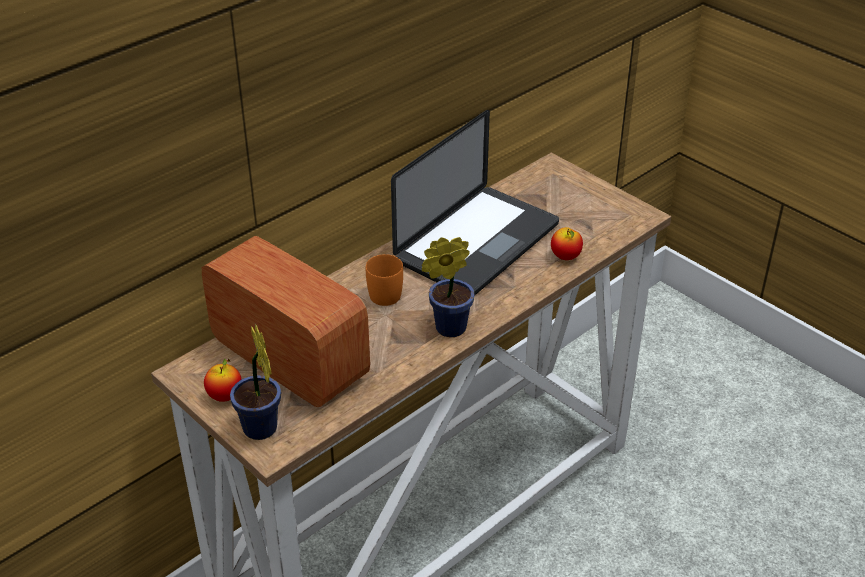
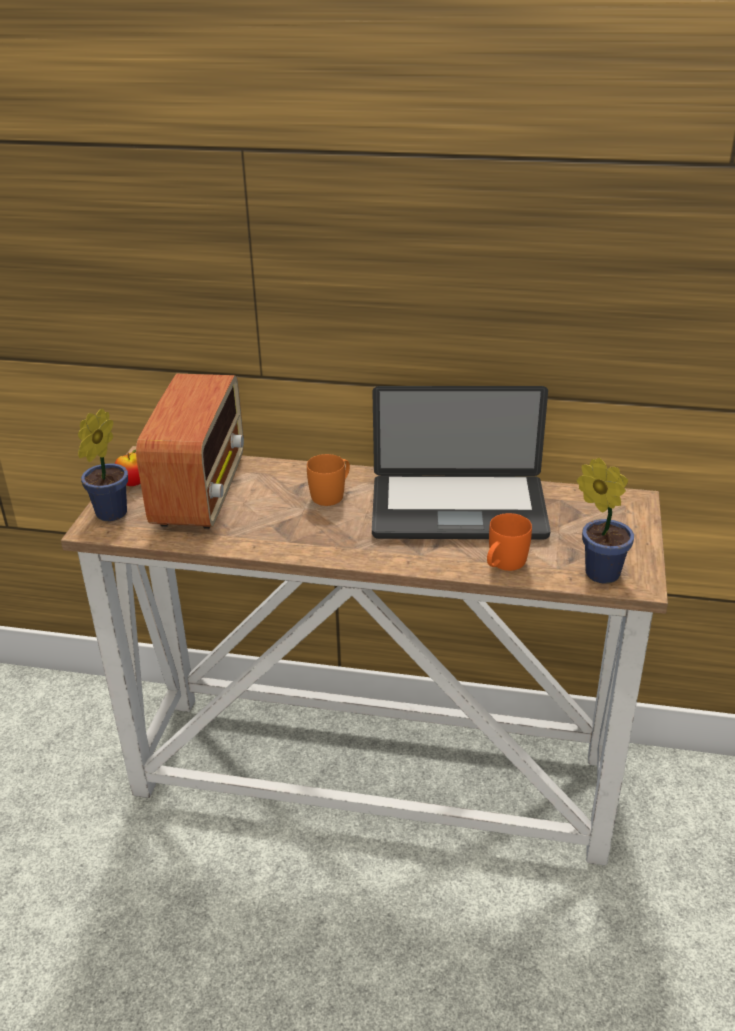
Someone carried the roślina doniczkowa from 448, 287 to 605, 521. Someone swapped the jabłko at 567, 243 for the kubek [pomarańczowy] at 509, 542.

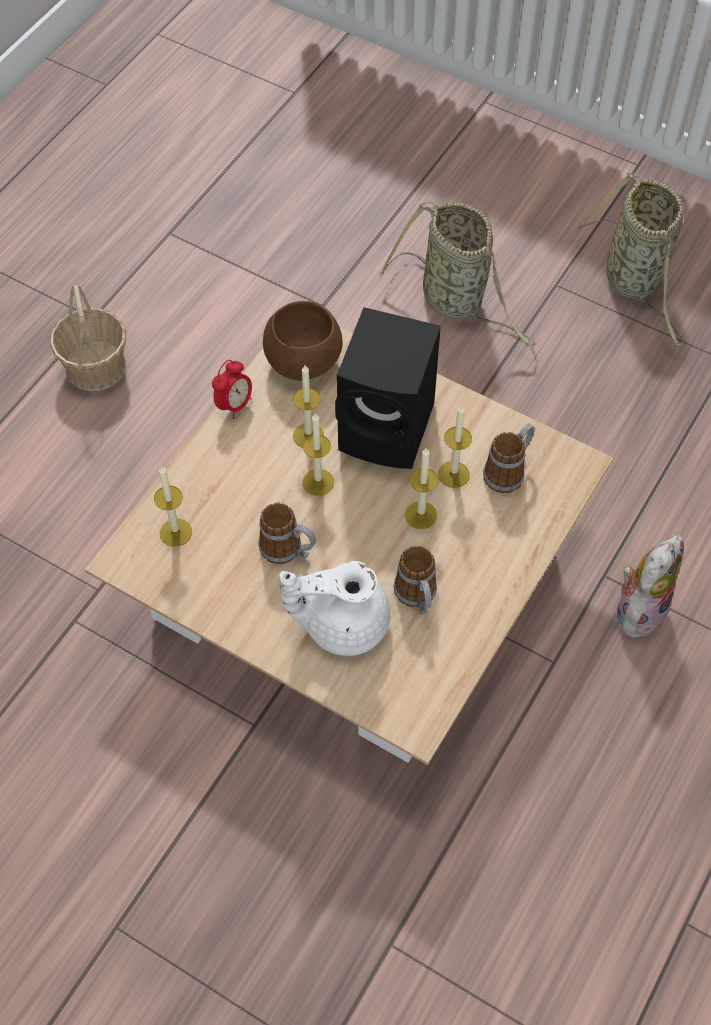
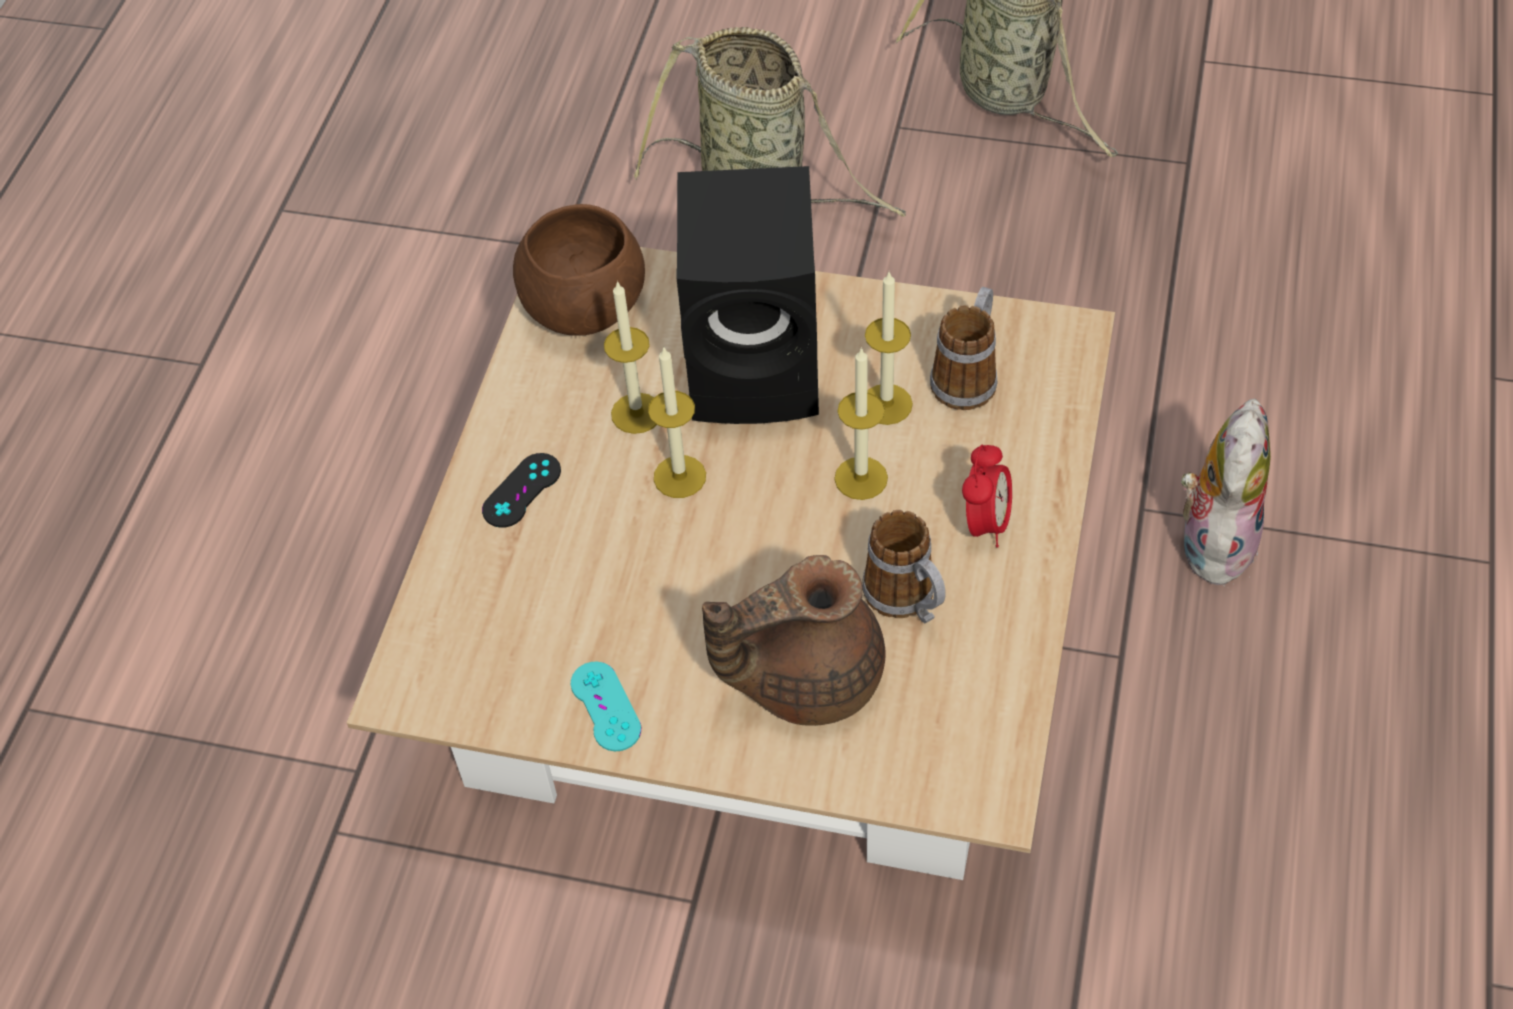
Someone took away the koszyk at 88, 338. Someone took away the świeca at 173, 506. Someone carried the budzik from 232, 389 to 987, 496. Someone took away the kubek at 287, 533. Someone repainted the imbryk [biały] at 334, 608, which became the imbryk [brązowy] at 794, 640. Someone put down the pad do gier [czarny] at 521, 490. Someone put down the pad do gier [turkusowy] at 606, 706.

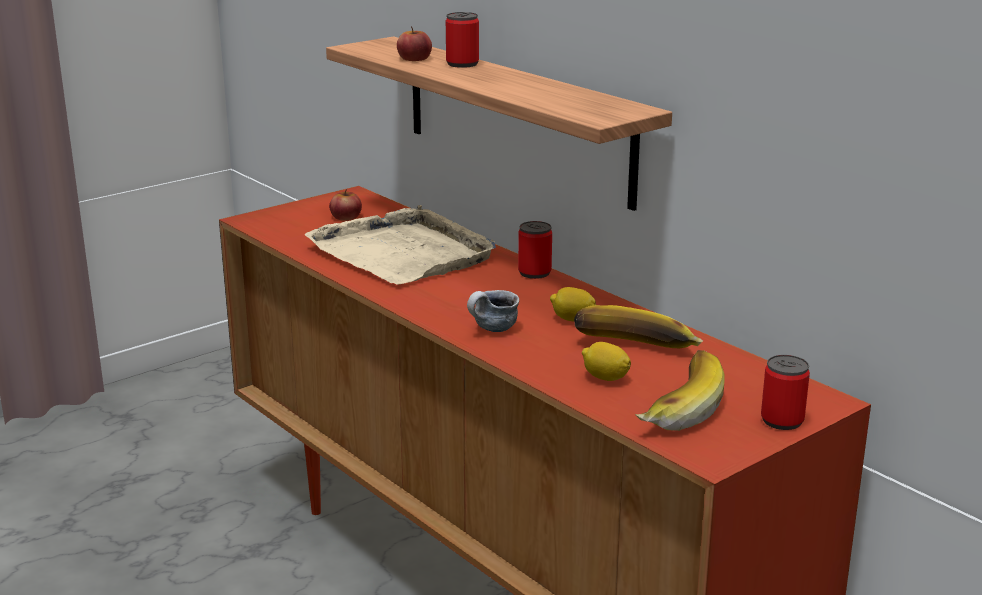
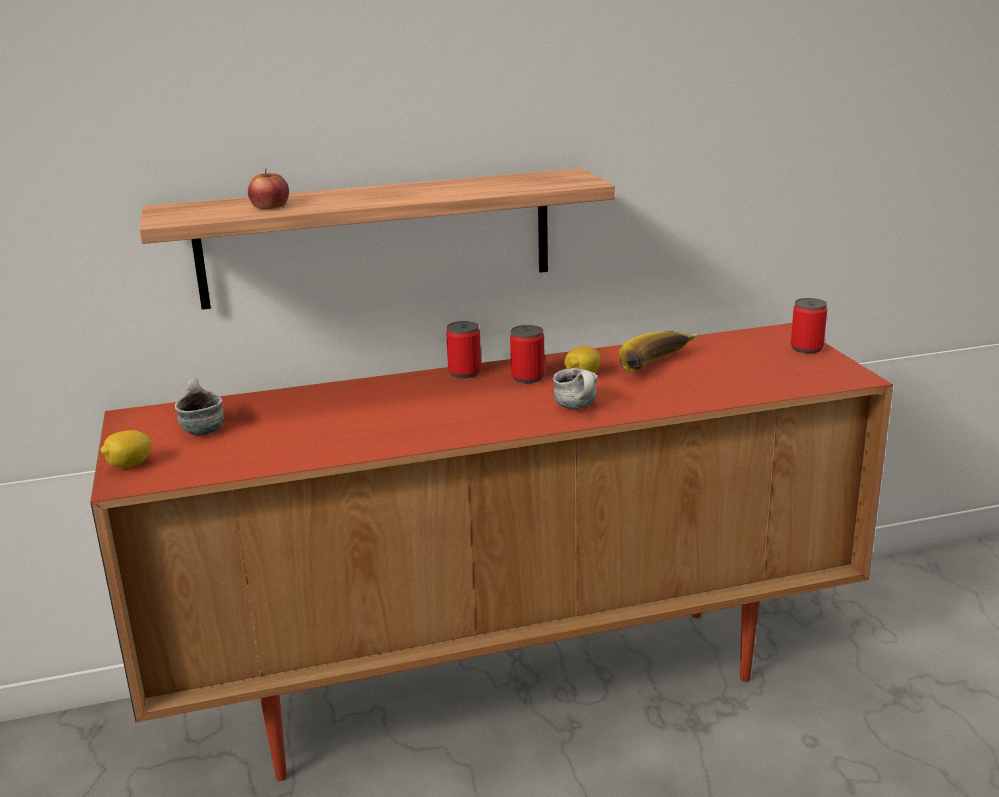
Someone took away the taca [beżowy] at 400, 245. Someone swapped the jabłko at 345, 205 for the kubek at 199, 406. Someone carried the puszka from 462, 40 to 527, 354. Someone carried the cytryna from 606, 361 to 126, 449. Someone took away the banan at 680, 390.

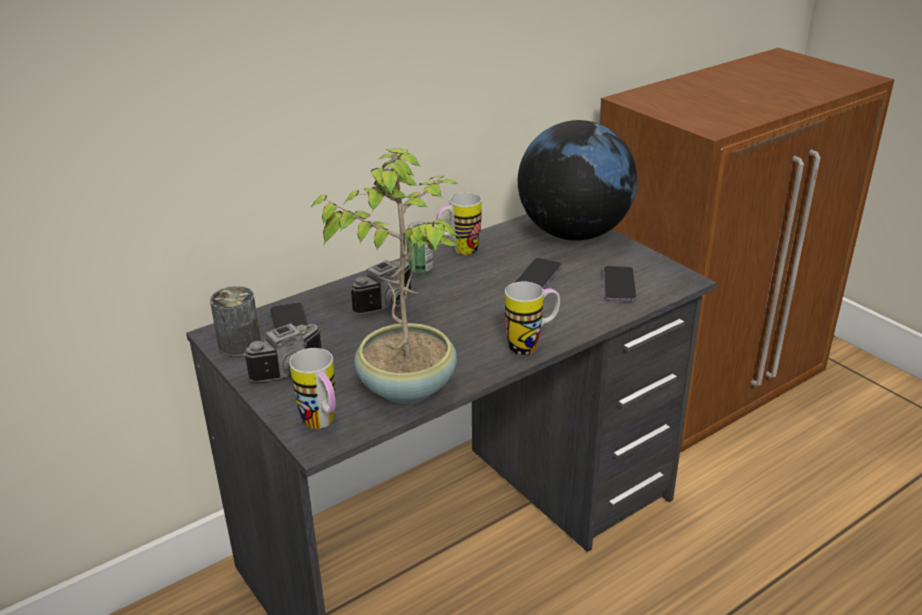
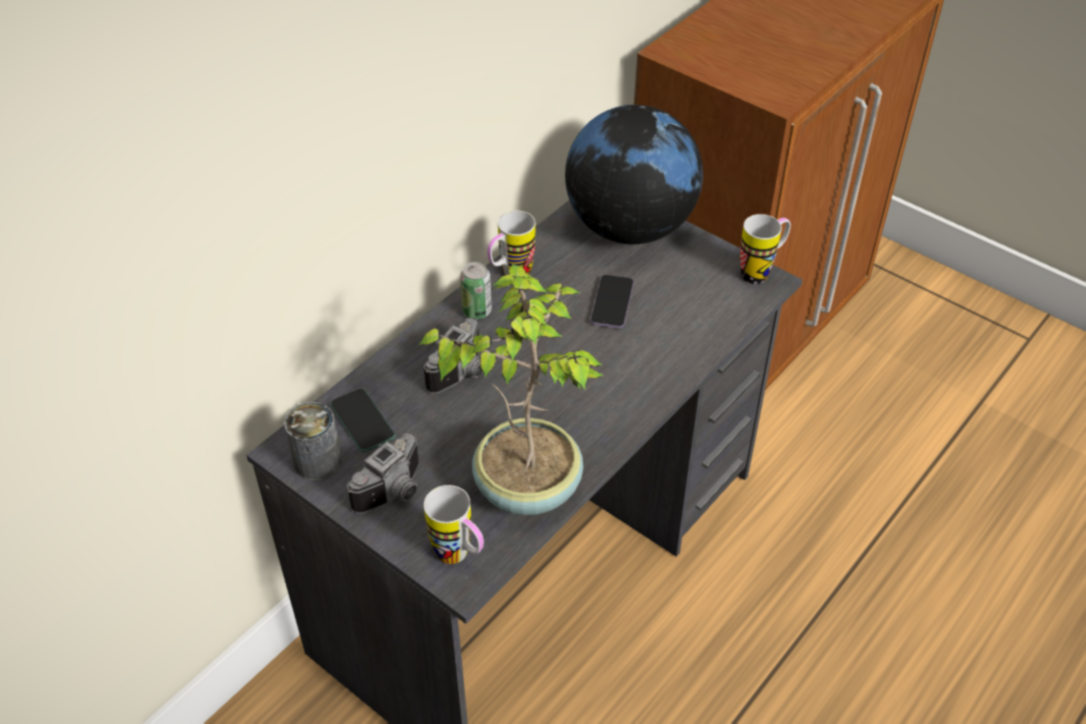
Someone carried the kubek from 532, 318 to 765, 249. Someone took away the telefon at 620, 283.

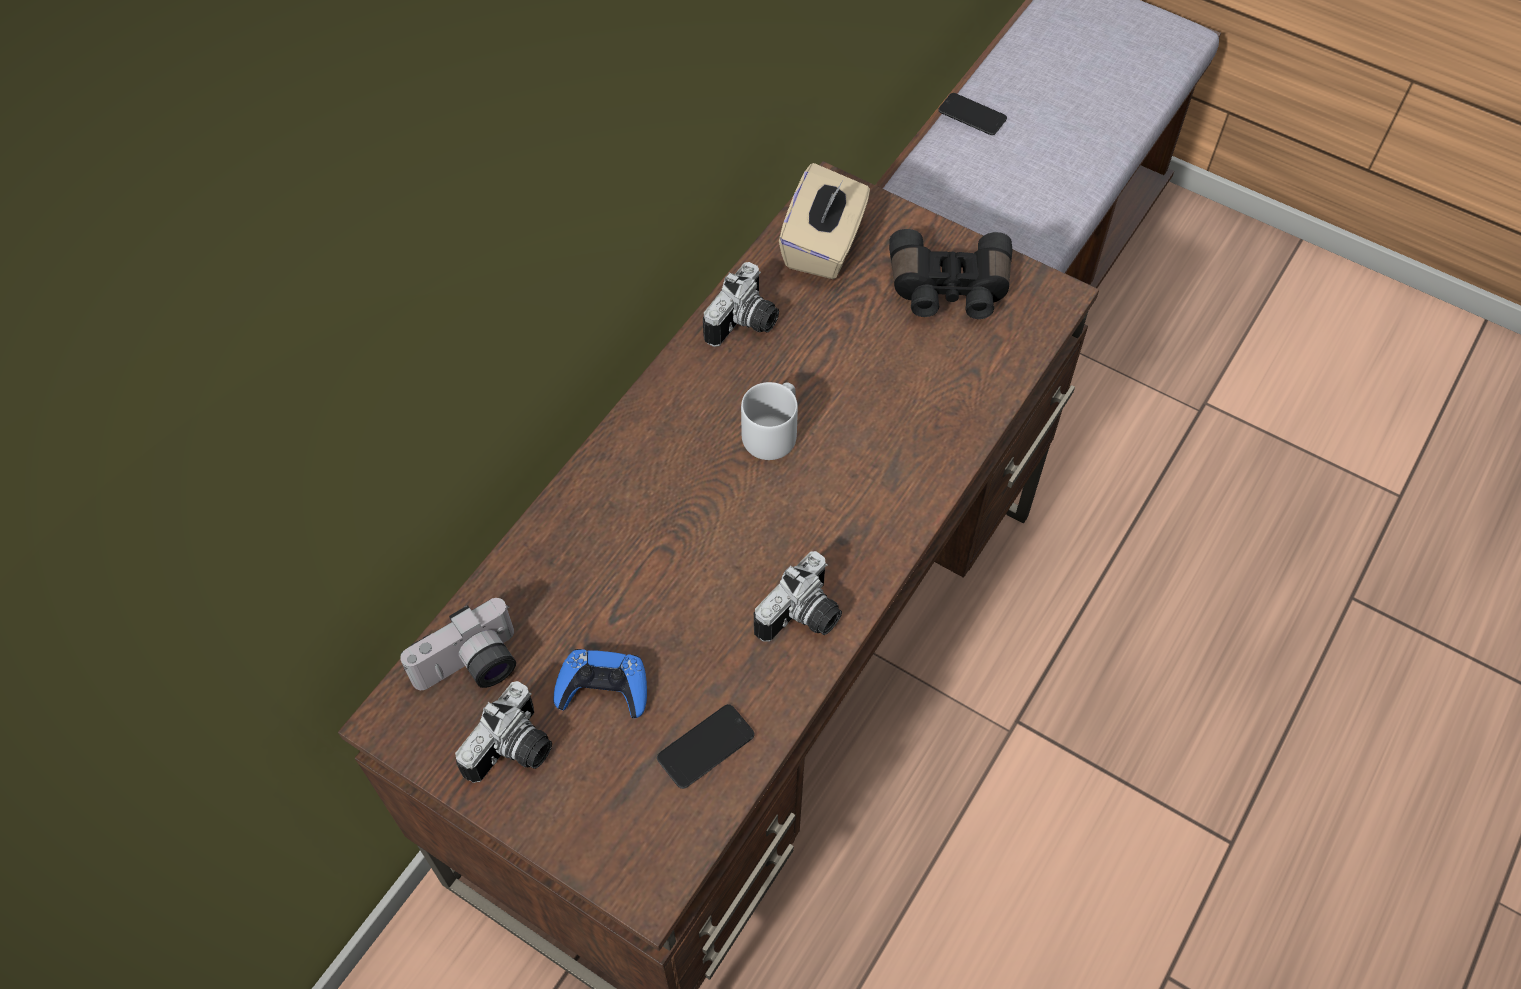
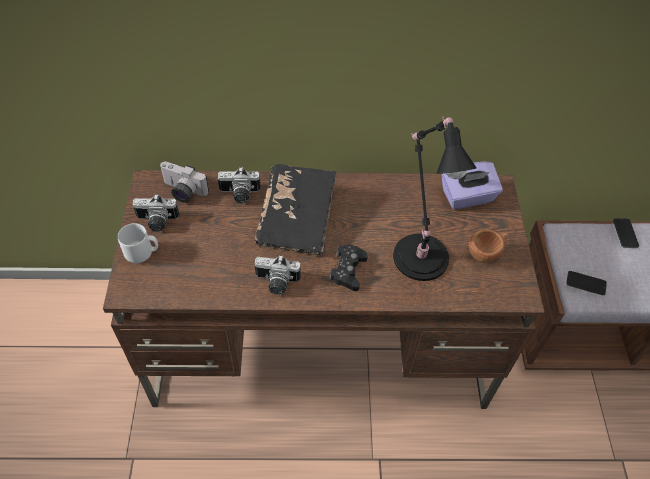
Someone took away the pad do gier [niebieski] at 600, 683. Someone carried the telefon from 706, 746 to 587, 283. Someone carried the aparat fotograficzny from 741, 304 to 239, 185. Someone carried the kubek [szary] from 769, 421 to 137, 243. Someone repainted the pudełko chusteczek [beżowy] at 824, 221, which became the pudełko chusteczek [fioletowy] at 472, 185. Someone swapped the lornetka [czarny] at 950, 274 for the filiżanka [brązowy] at 489, 246. Someone put down the książka [czarny] at 295, 209. Someone put down the pad do gier [czarny] at 348, 267. Someone put down the lampa stołowa [czarny] at 434, 198.

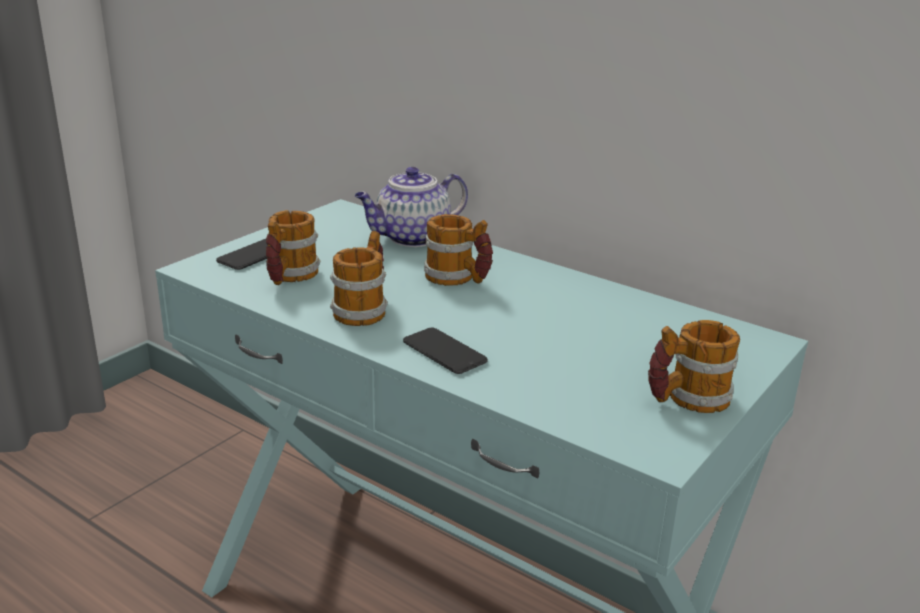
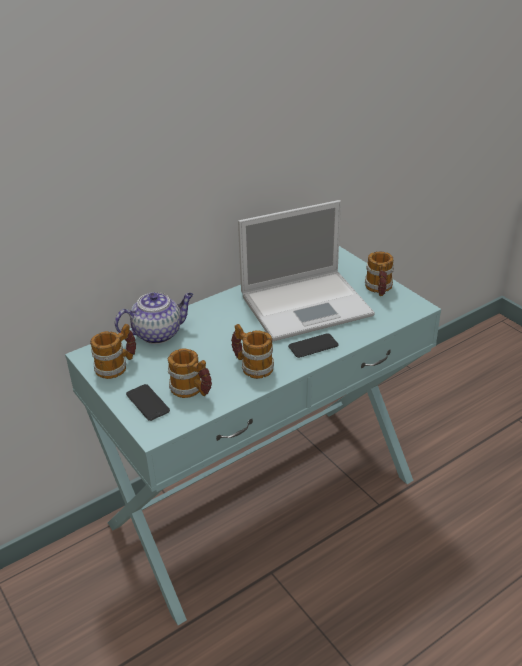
Someone rotated the imbryk at 411, 207 by 105 degrees counterclockwise. Someone carried the kubek from 458, 250 to 113, 351. Someone put down the laptop at 306, 270.

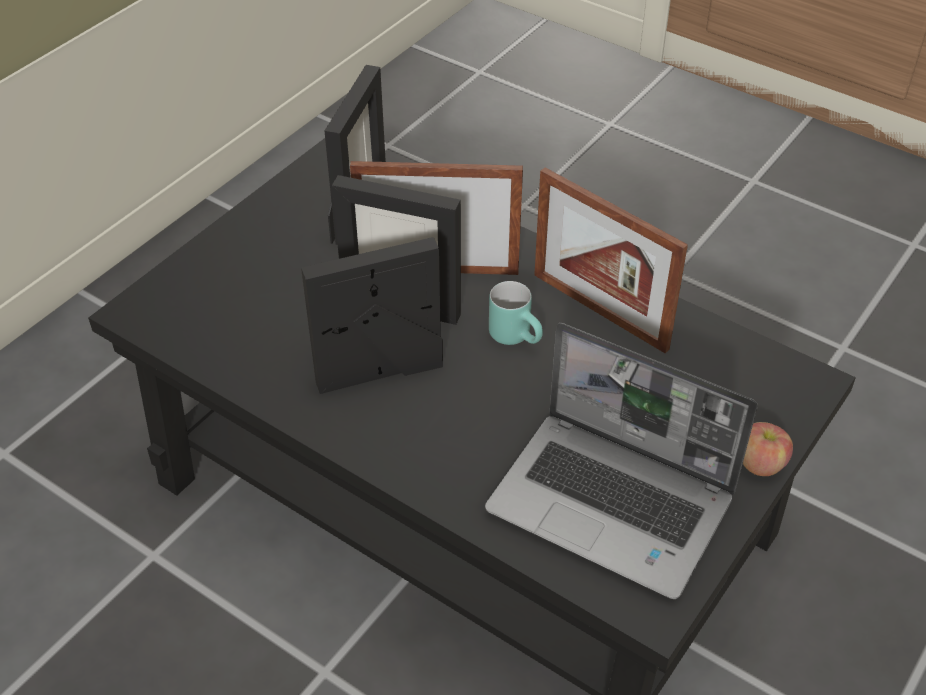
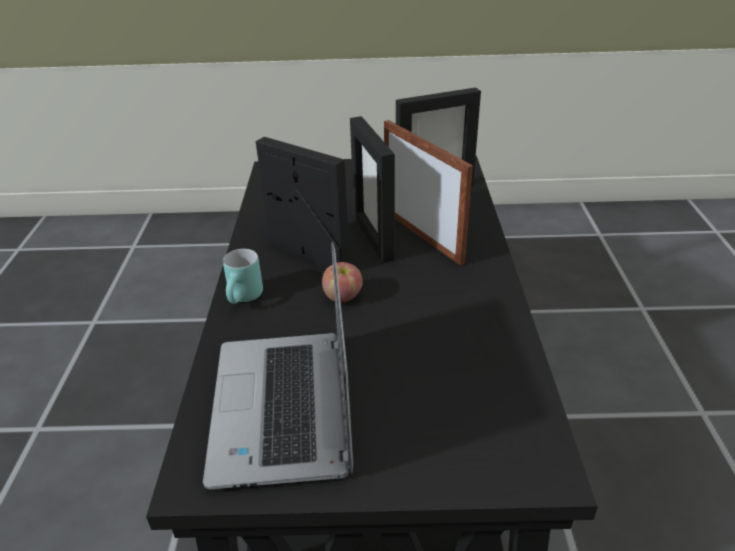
Someone carried the kubek [turkusowy] from 516, 313 to 243, 276. Someone took away the ramka na zdjęcie at 611, 260. Someone carried the jabłko from 768, 449 to 342, 282.

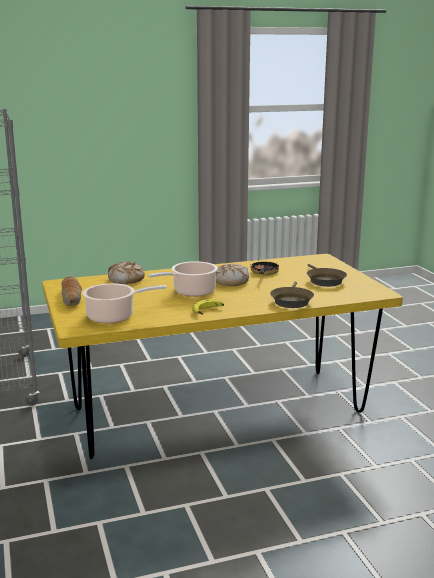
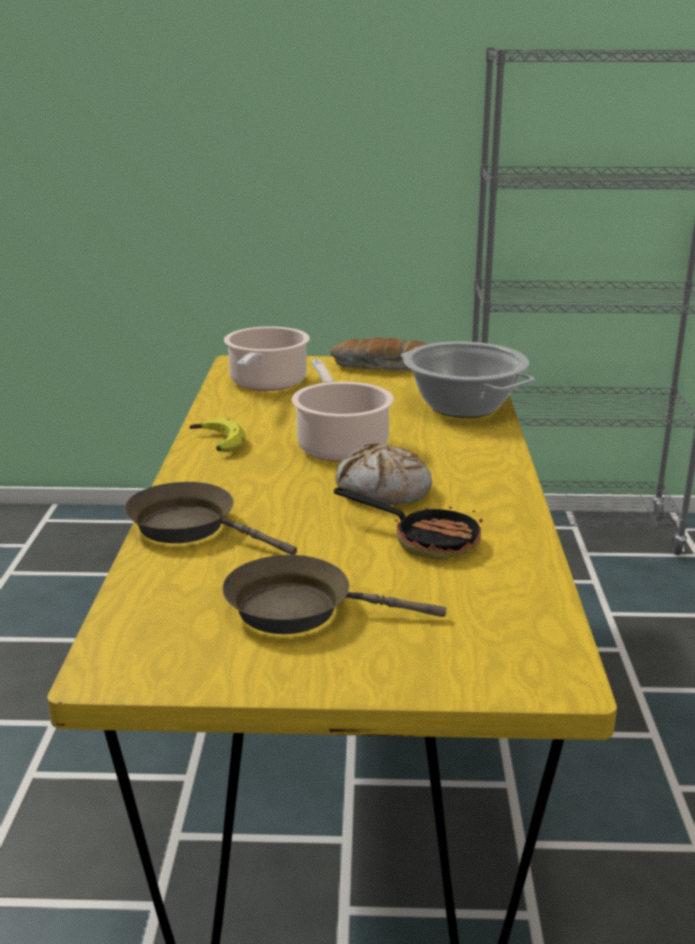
Someone swapped the chleb at 126, 272 for the garnek at 468, 380.

